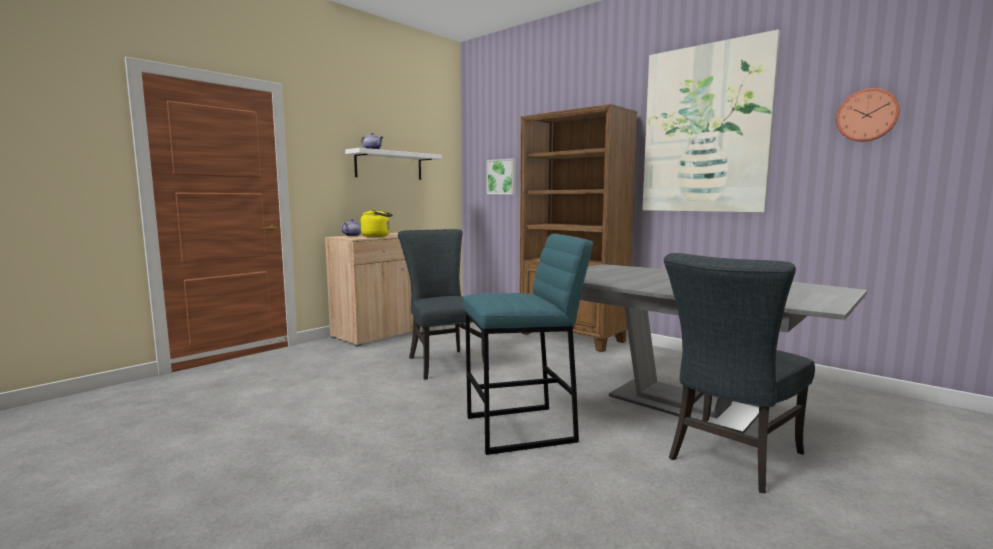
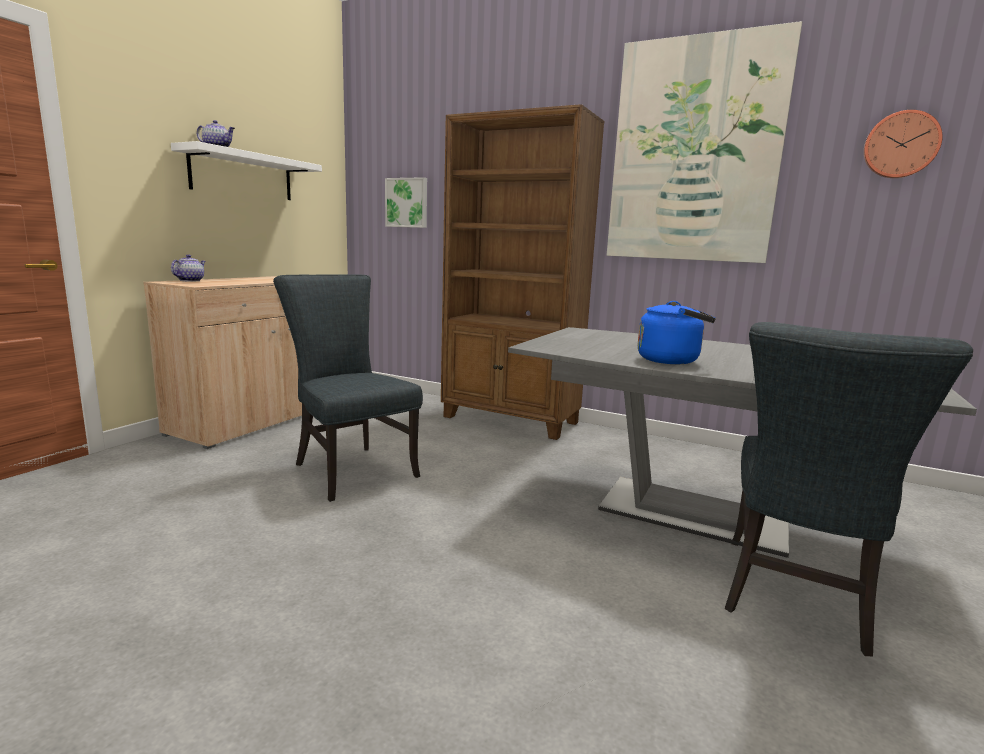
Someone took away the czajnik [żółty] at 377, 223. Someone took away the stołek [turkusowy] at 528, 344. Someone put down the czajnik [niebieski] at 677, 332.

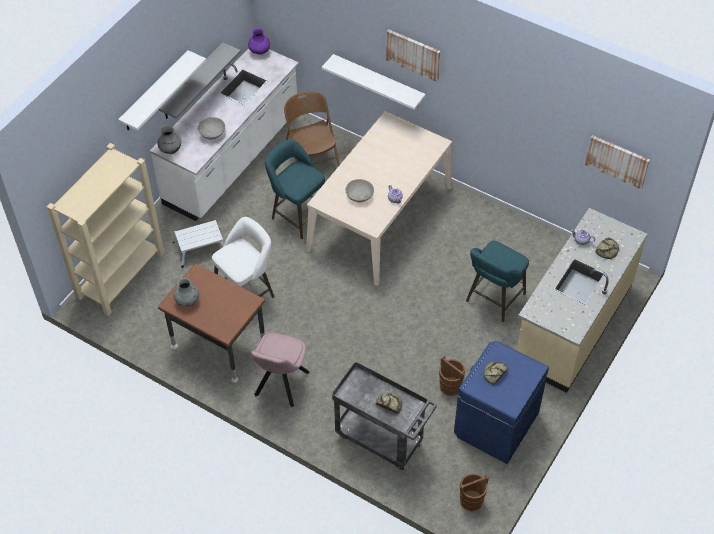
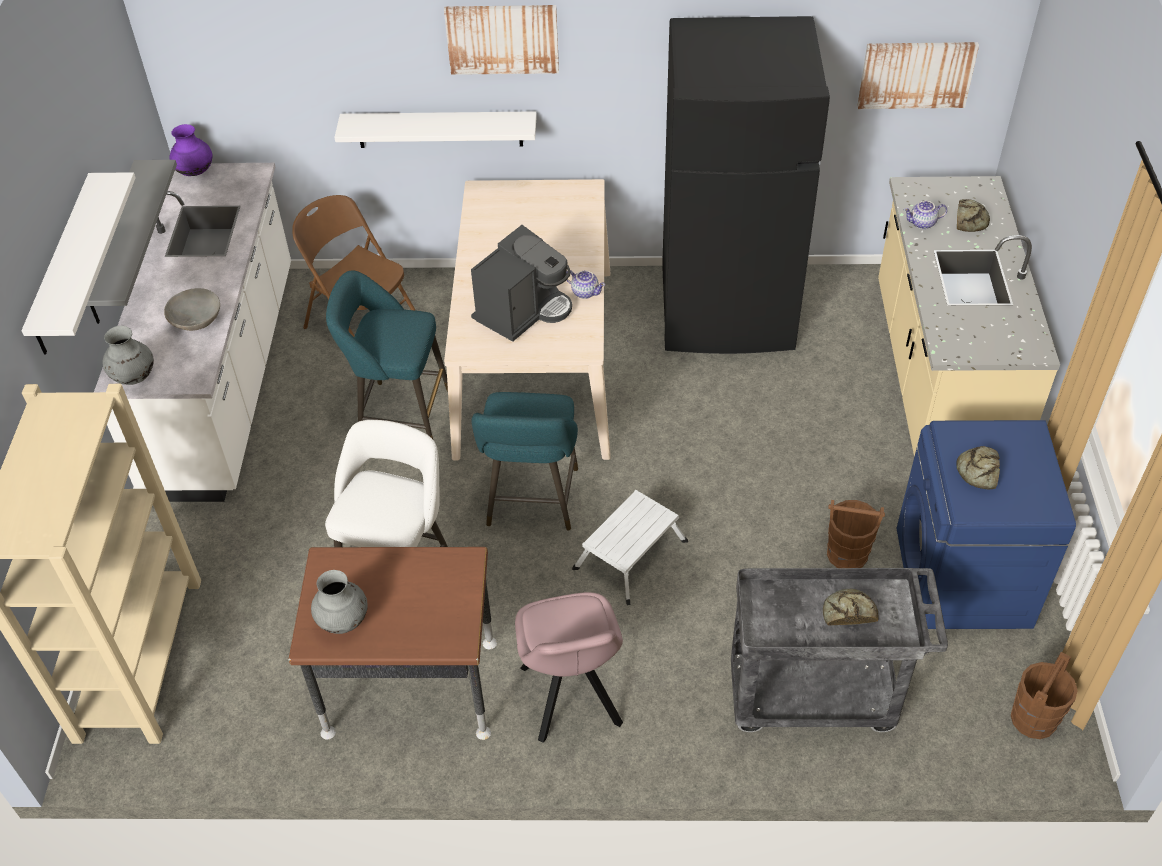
Someone carried the drabinka [biały] from 198, 244 to 630, 547. Someone swapped the miska [szary] at 359, 190 for the ekspres do kawy at 521, 283. Someone carried the stołek [turkusowy] from 497, 281 to 525, 461. Someone put down the lodówka [czarny] at 746, 185.

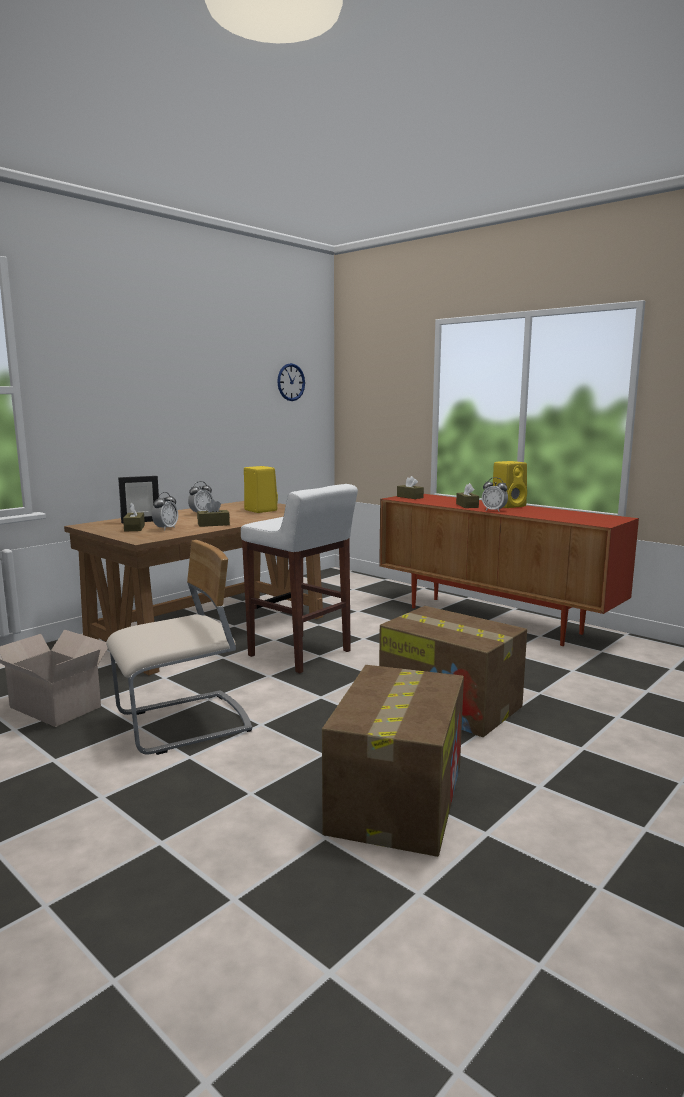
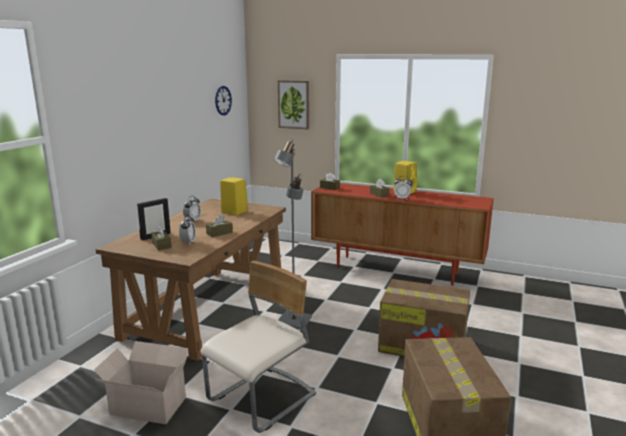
Someone swapped the stołek [biały] at 299, 578 for the lampa stojąca [szary] at 293, 234. Someone put up the obraz at 293, 104.

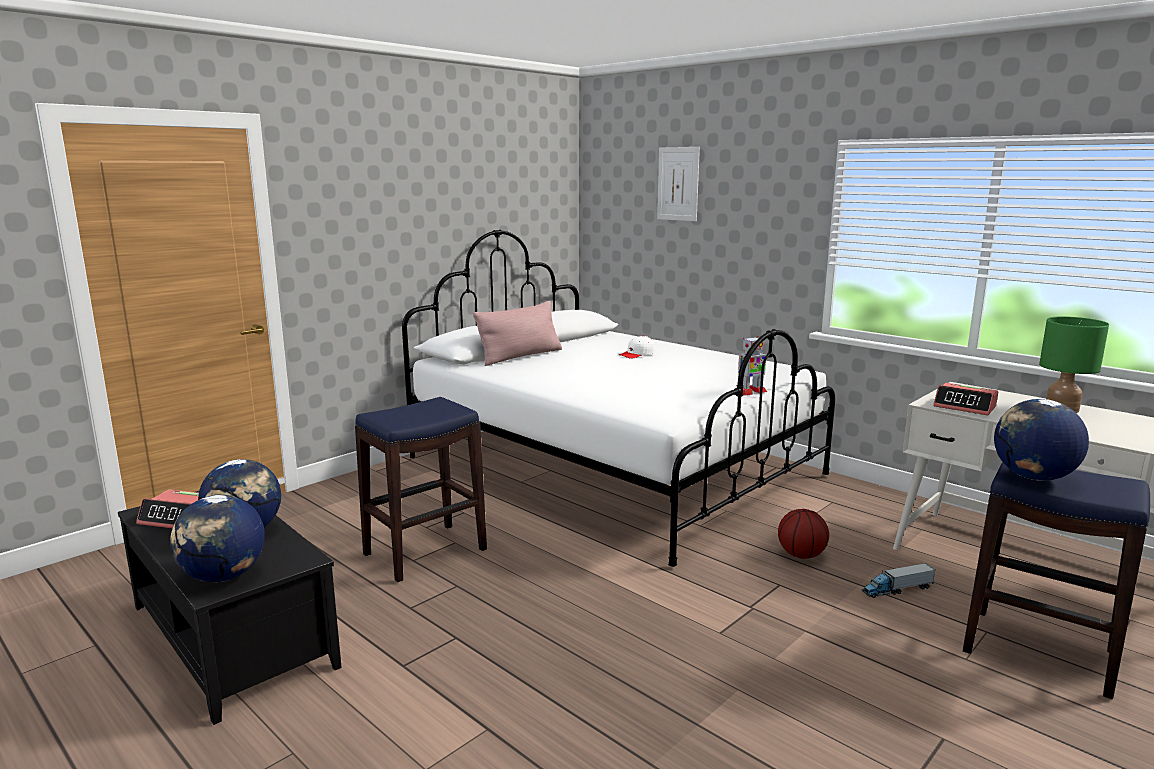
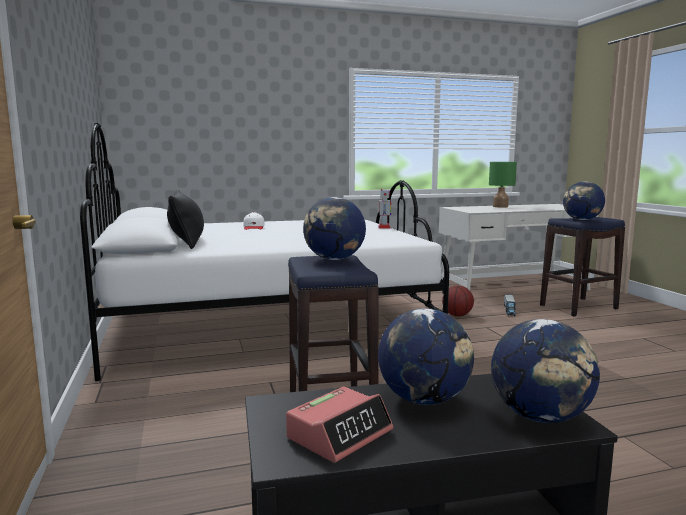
Someone repainted the poduszka [różowy] at 517, 333, which became the poduszka [czarny] at 185, 219. Someone took away the obraz at 678, 184. Someone took away the budzik at 965, 399. Someone put down the globus at 334, 228.

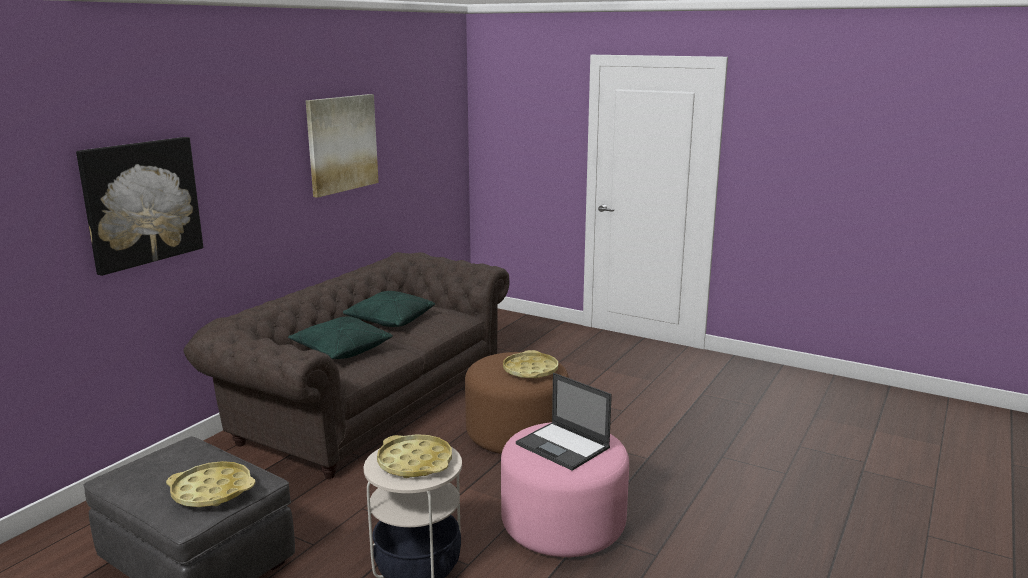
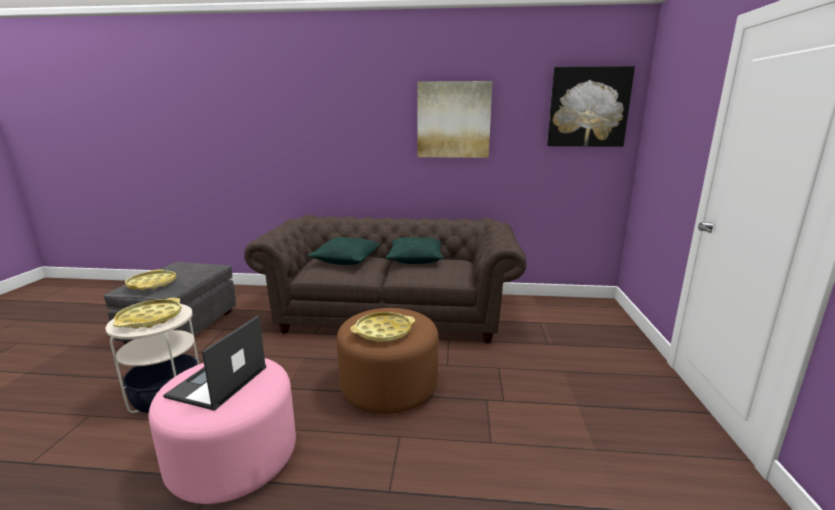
Someone carried the obraz from 139, 206 to 591, 106.

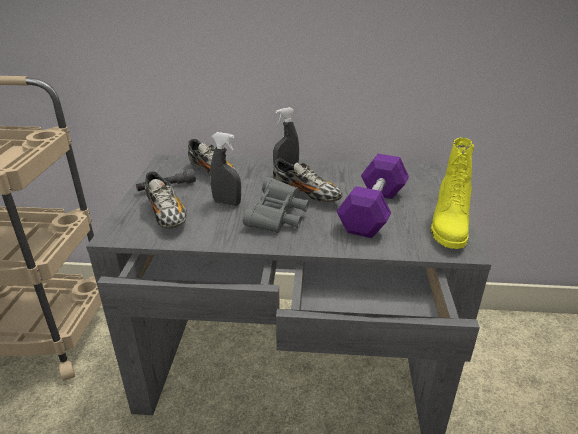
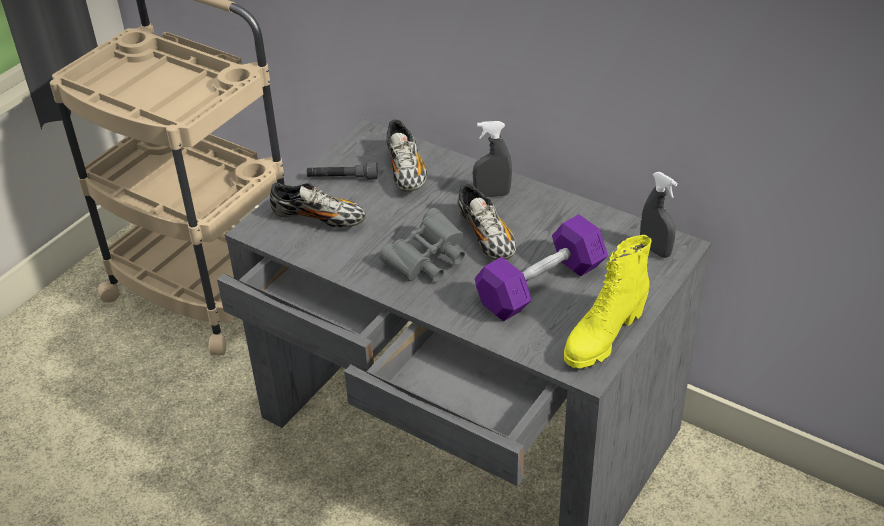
Someone rotated the but at 166, 200 by 75 degrees counterclockwise. Someone carried the spryskiwacz [szary] from 225, 169 to 659, 215.

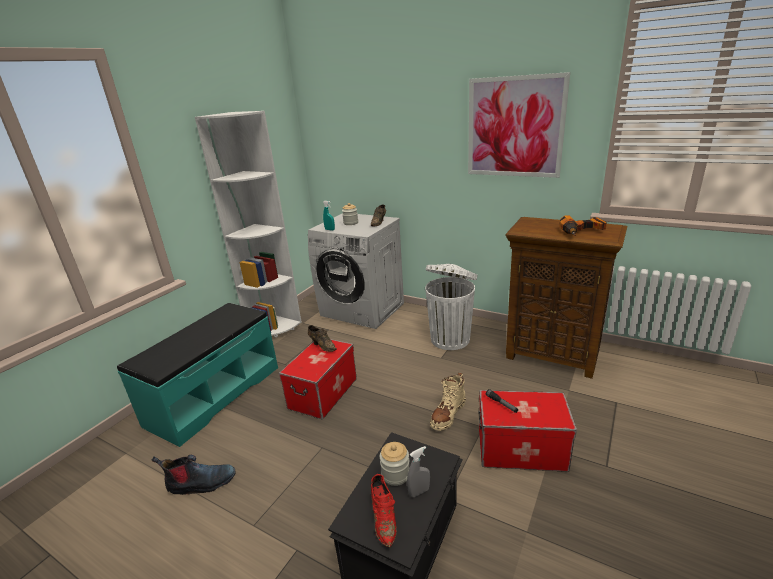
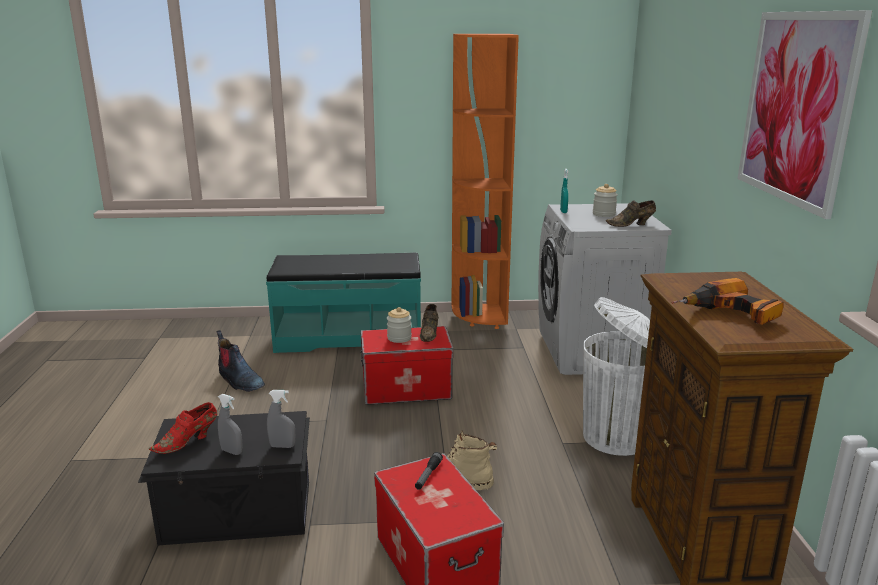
Someone repainted the regał [biały] at 248, 224, which became the regał [pomarańczowy] at 485, 181. Someone carried the słoik from 394, 464 to 399, 325. Someone put down the spryskiwacz [szary] at 281, 419.

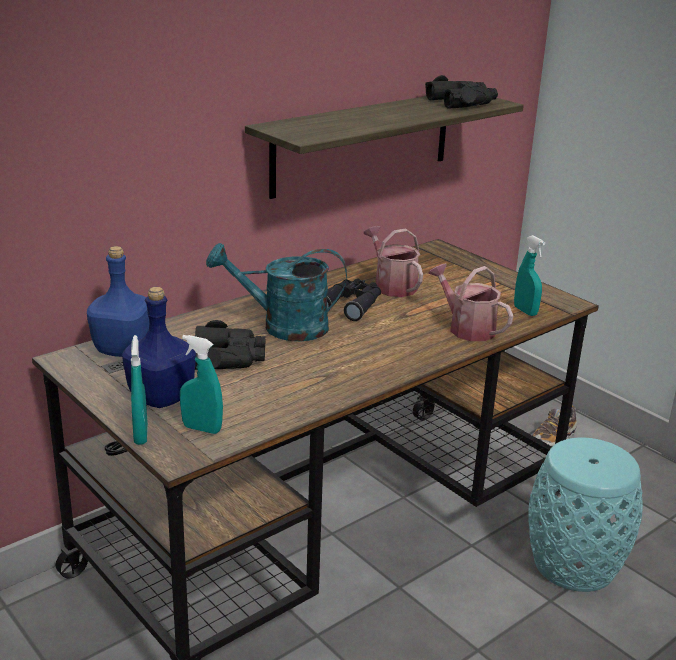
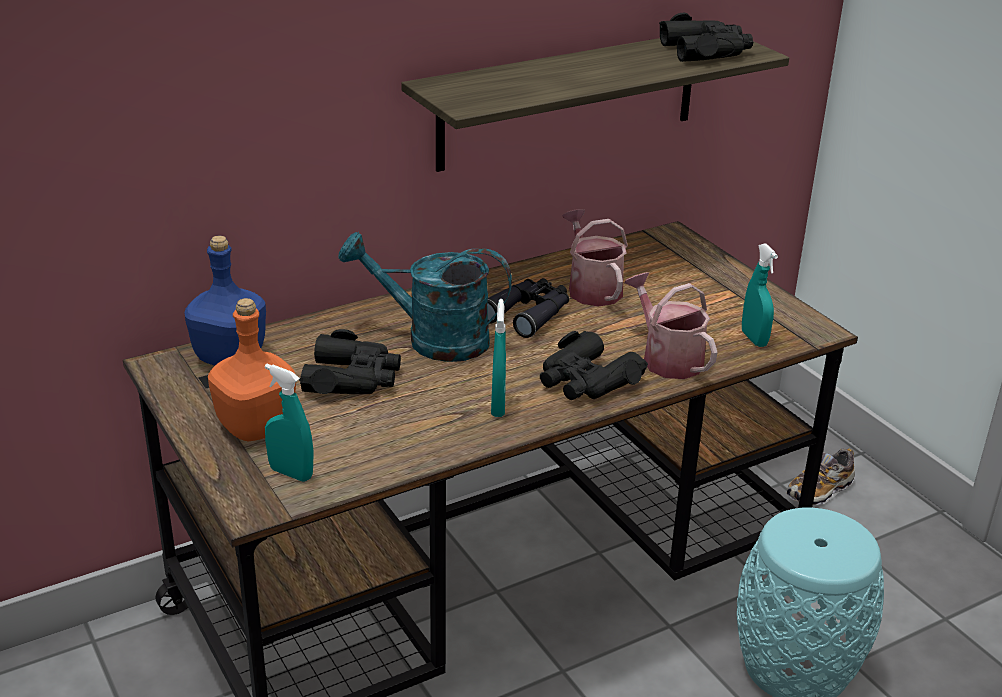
Someone repainted the butelka [niebieski] at 159, 347, which became the butelka [pomarańczowy] at 252, 370. Someone carried the spryskiwacz [turkusowy] from 139, 390 to 498, 358. Someone put down the lornetka [czarny] at 594, 365.

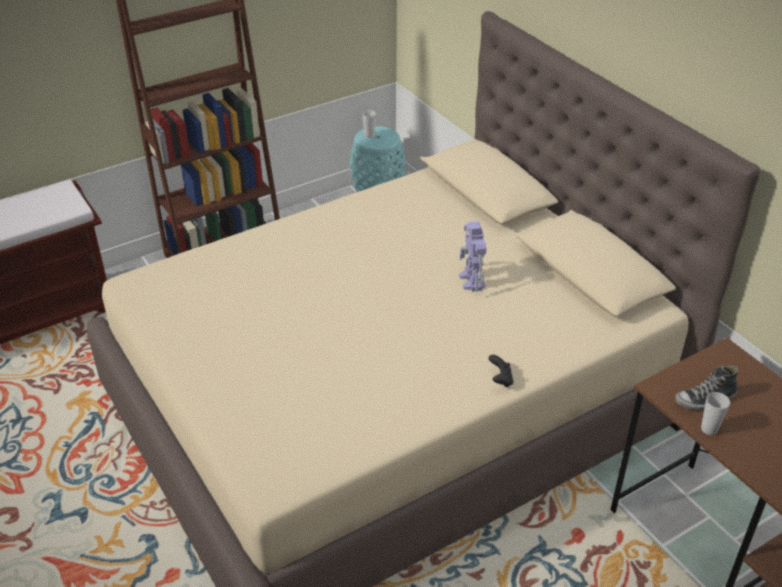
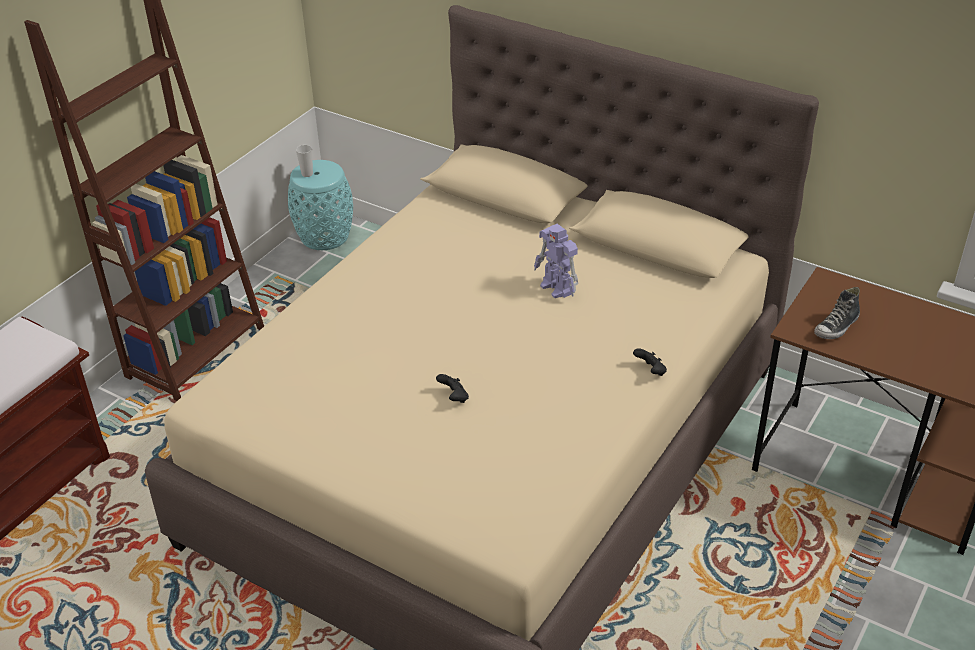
Someone took away the filiżanka at 715, 413. Someone put down the pad do gier [czarny] at 452, 388.

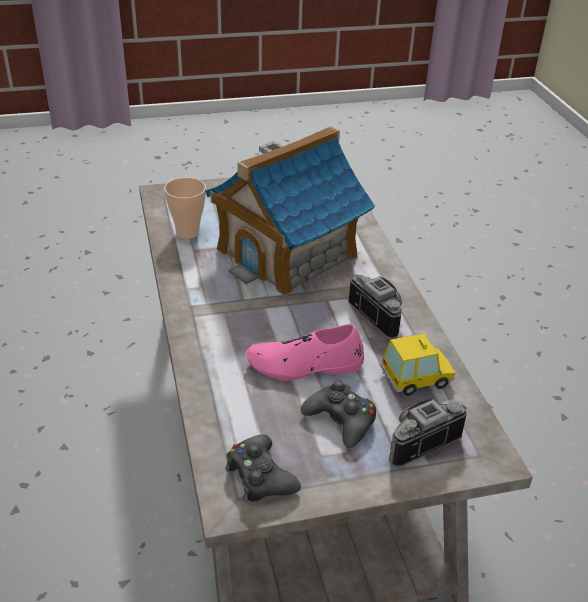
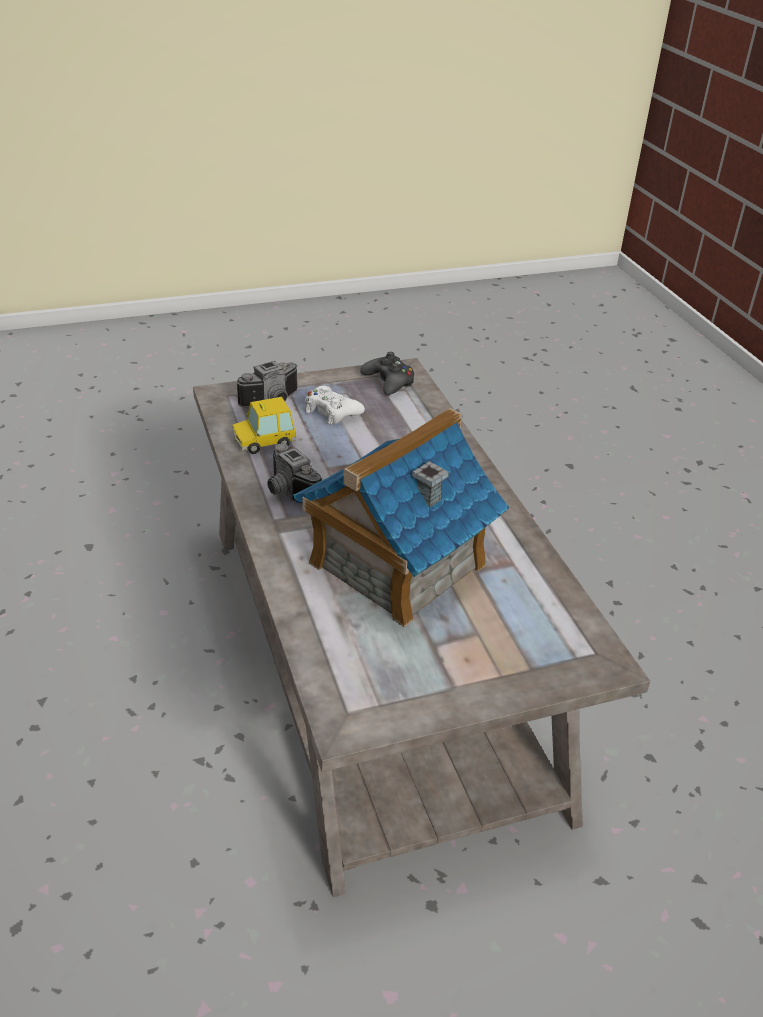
Someone took away the filiżanka at 185, 208. Someone took away the but [różowy] at 305, 352. Someone repainted the pad do gier [czarny] at 338, 414, which became the pad do gier [biały] at 335, 405.

